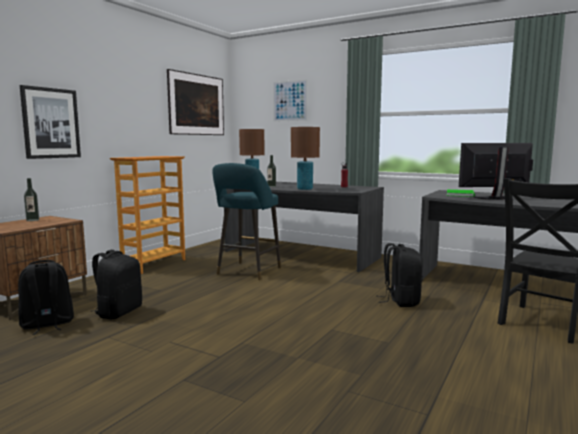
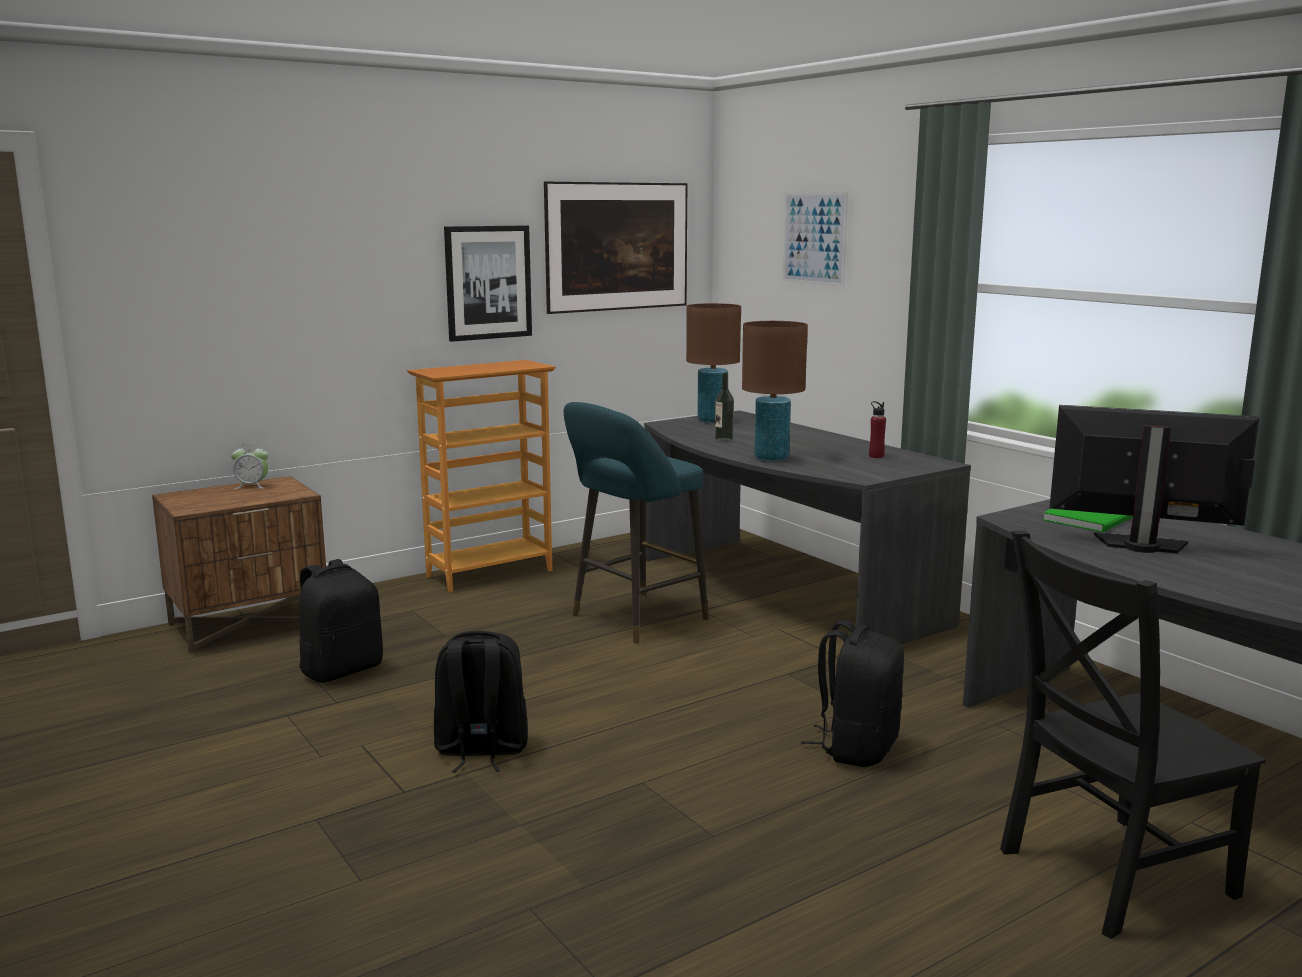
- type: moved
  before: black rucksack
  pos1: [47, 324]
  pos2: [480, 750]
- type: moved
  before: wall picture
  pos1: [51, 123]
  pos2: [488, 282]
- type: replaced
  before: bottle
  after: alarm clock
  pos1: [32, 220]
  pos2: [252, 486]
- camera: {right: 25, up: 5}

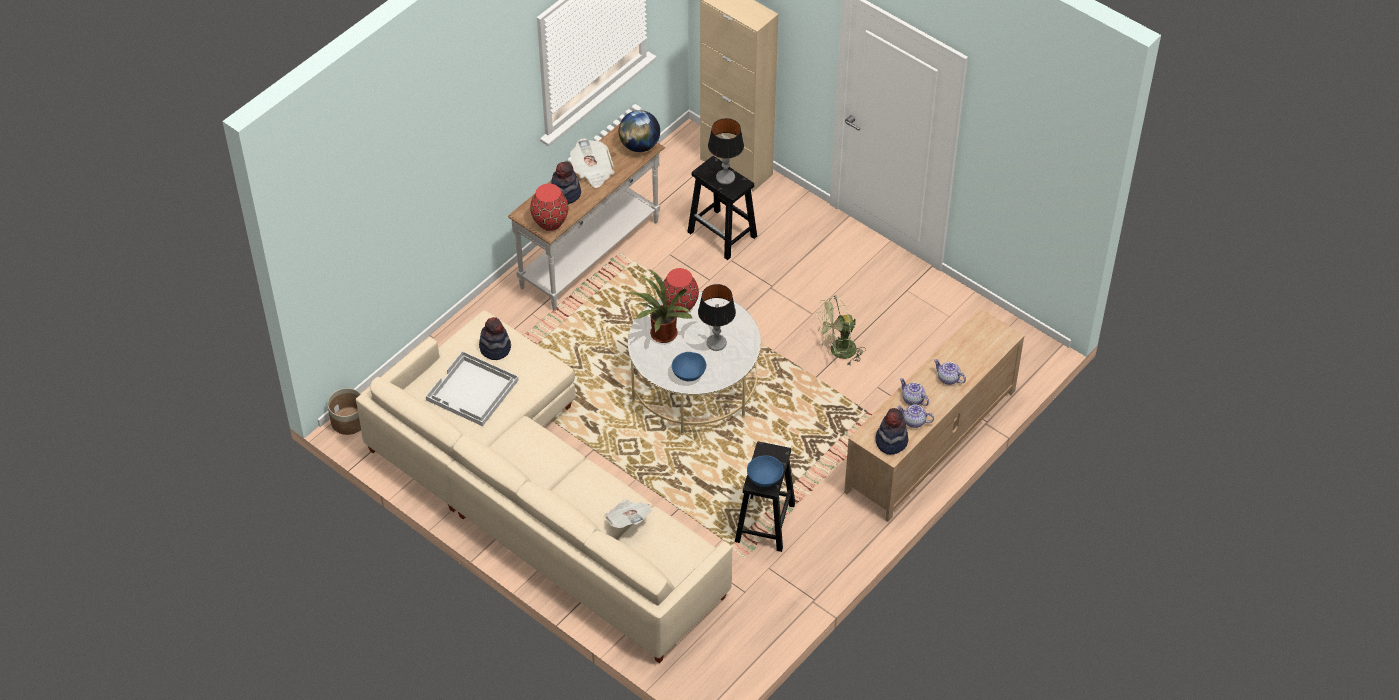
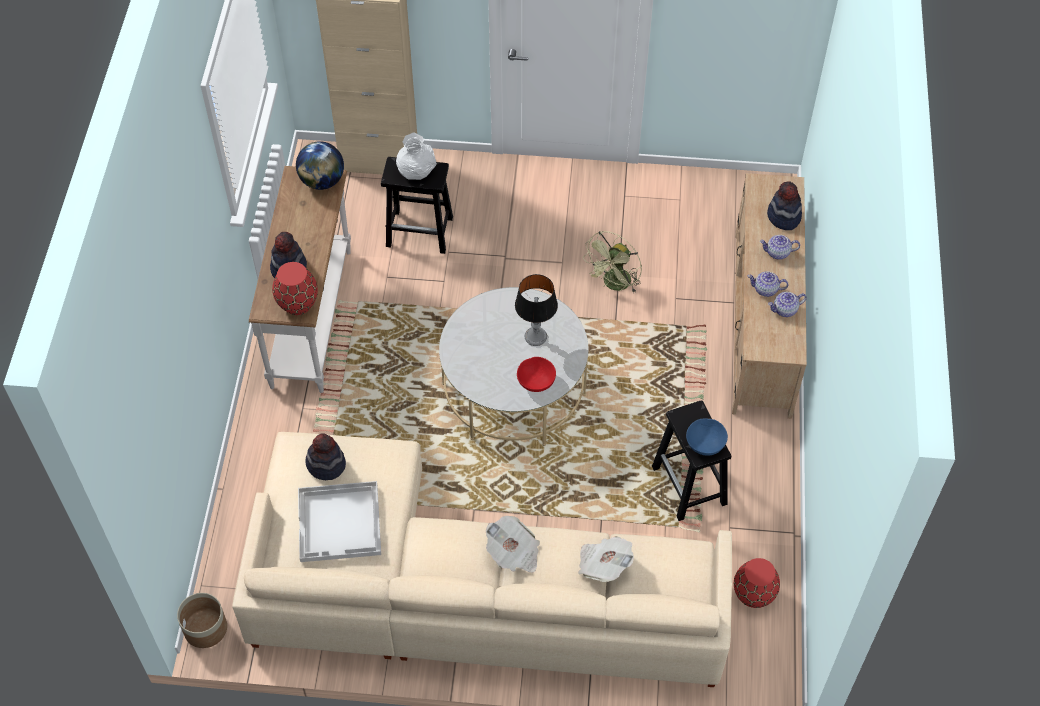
- type: removed
  before: plant in a pot
  pos1: [661, 335]
- type: moved
  before: newspaper
  pos1: [592, 171]
  pos2: [513, 553]
- type: moved
  before: red flower vase
  pos1: [680, 306]
  pos2: [754, 594]
- type: moved
  before: clothing hat
  pos1: [891, 441]
  pos2: [783, 217]
- type: replaced
  before: tabletop lamp
  after: white flower vase
  pos1: [725, 177]
  pos2: [417, 171]
- type: recoloured
  before: blue bowl
  after: red bowl
  pos1: [689, 373]
  pos2: [536, 382]
- camera: {right: -35, up: 5}

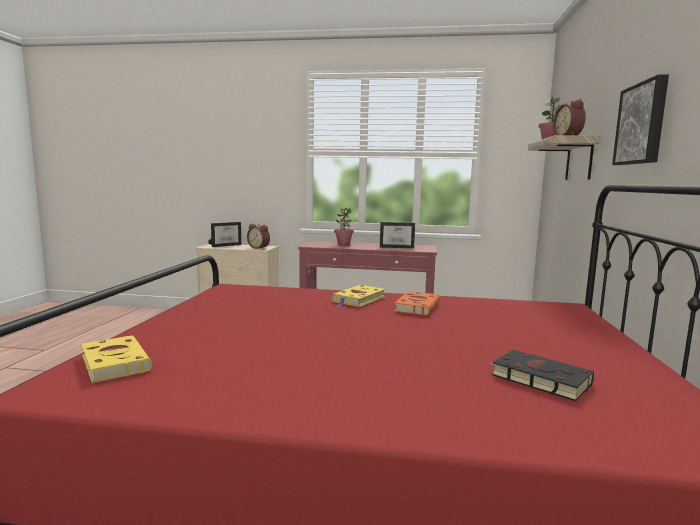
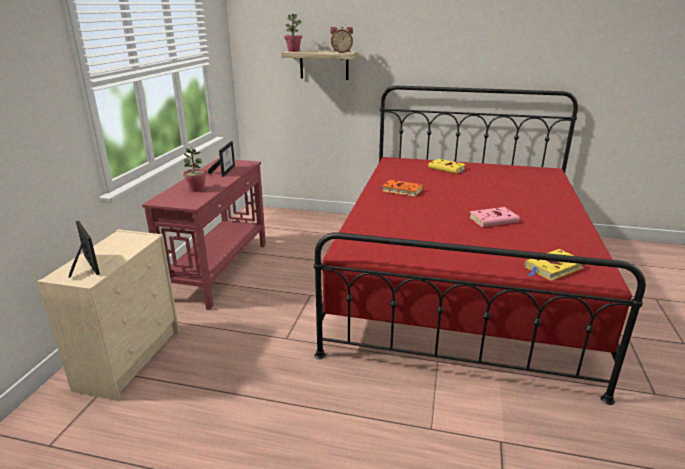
- type: removed
  before: alarm clock
  pos1: [259, 248]
- type: removed
  before: black volume
  pos1: [537, 379]
- type: removed
  before: wall picture
  pos1: [642, 124]
- type: added
  after: pink volume
  pos2: [494, 220]
- type: moved
  before: yellow-coloured volume
  pos1: [358, 300]
  pos2: [447, 169]
- camera: {right: -85, up: 15}

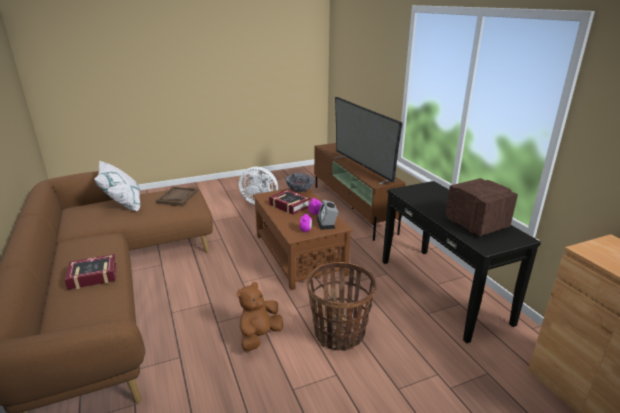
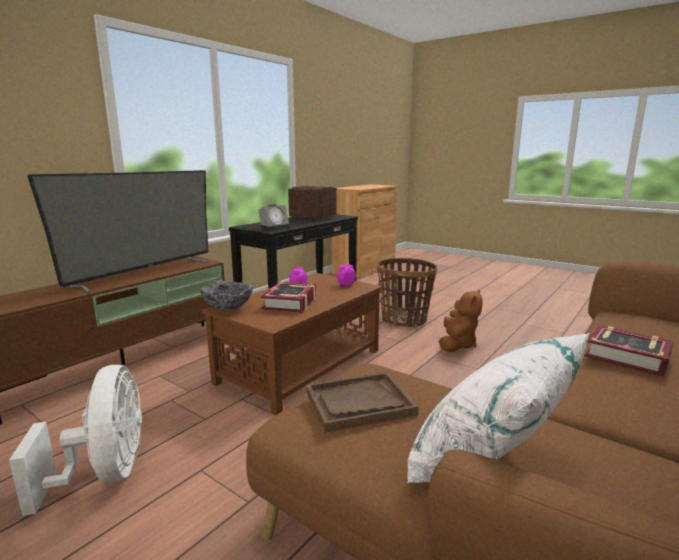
- type: moved
  before: alarm clock
  pos1: [327, 224]
  pos2: [275, 228]
- type: turned
  before: brown-coloured cuddly toy
  pos1: [259, 336]
  pos2: [457, 345]
  turn: -75
- camera: {right: -120, up: -10}

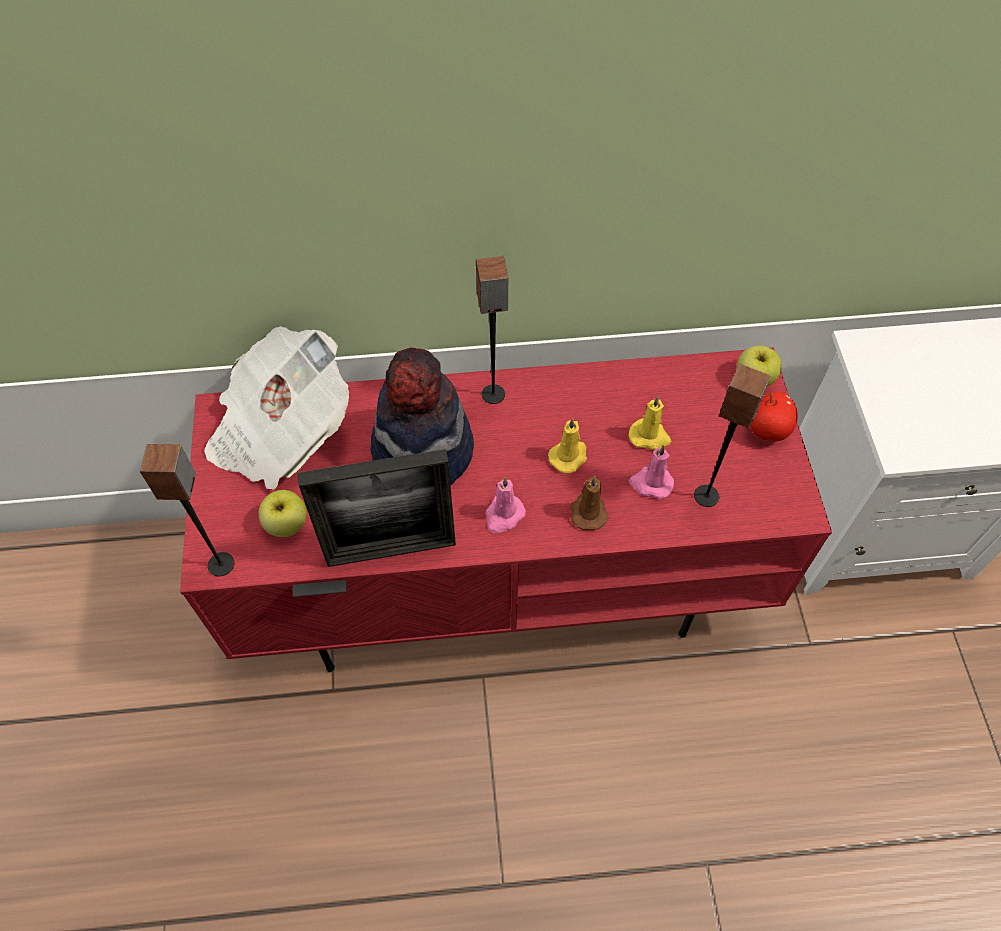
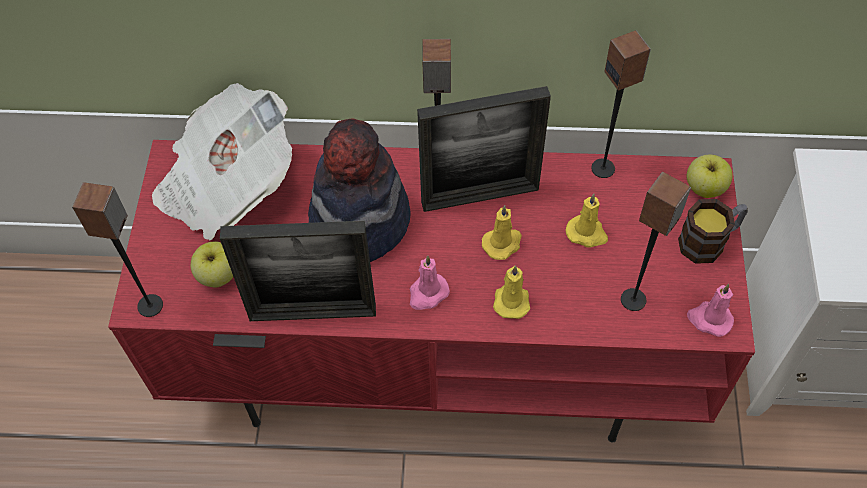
- type: added
  after: standing frame
  pos2: [480, 196]
- type: added
  after: audio speaker
  pos2: [603, 168]
- type: moved
  before: pink wax light
  pos1: [650, 483]
  pos2: [709, 319]
- type: replaced
  before: apple fruit
  after: mug
  pos1: [768, 430]
  pos2: [709, 241]
- type: recoloured
  before: brown-coloured wax light
  after: yellow-coloured wax light
  pos1: [588, 511]
  pos2: [511, 300]
- camera: {right: 10, up: 0}

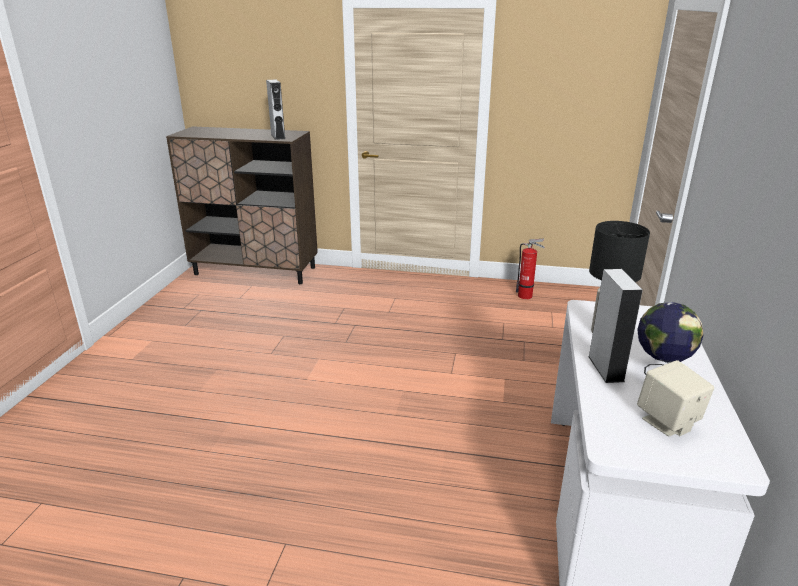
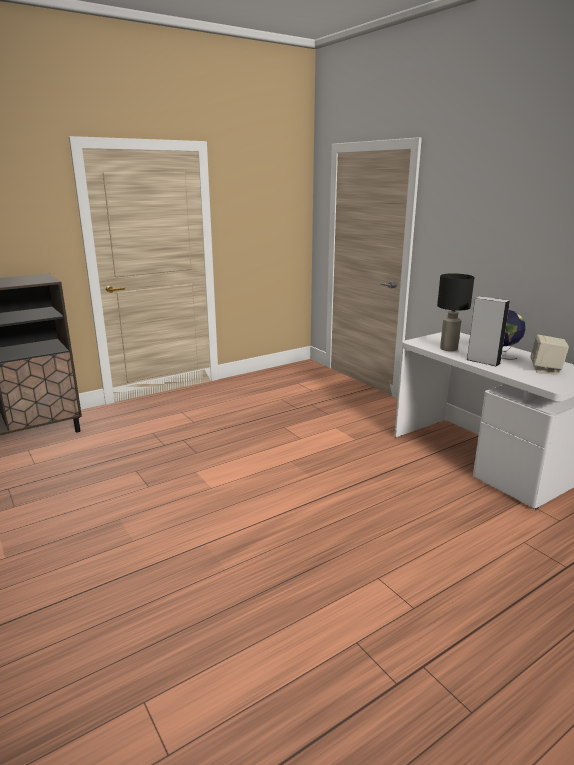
- type: removed
  before: gray audio speaker
  pos1: [278, 136]
- type: removed
  before: fire extinguisher
  pos1: [527, 296]
- camera: {right: -45, up: -5}

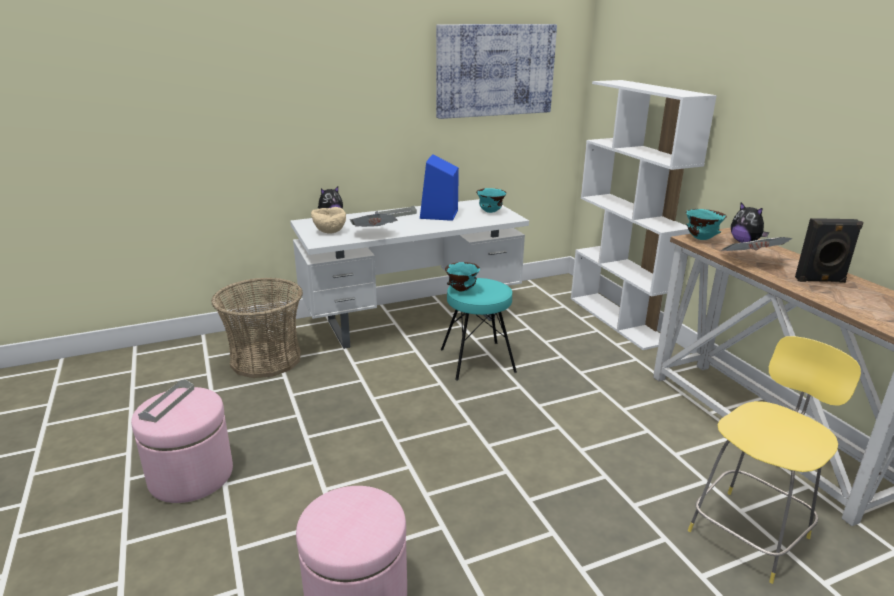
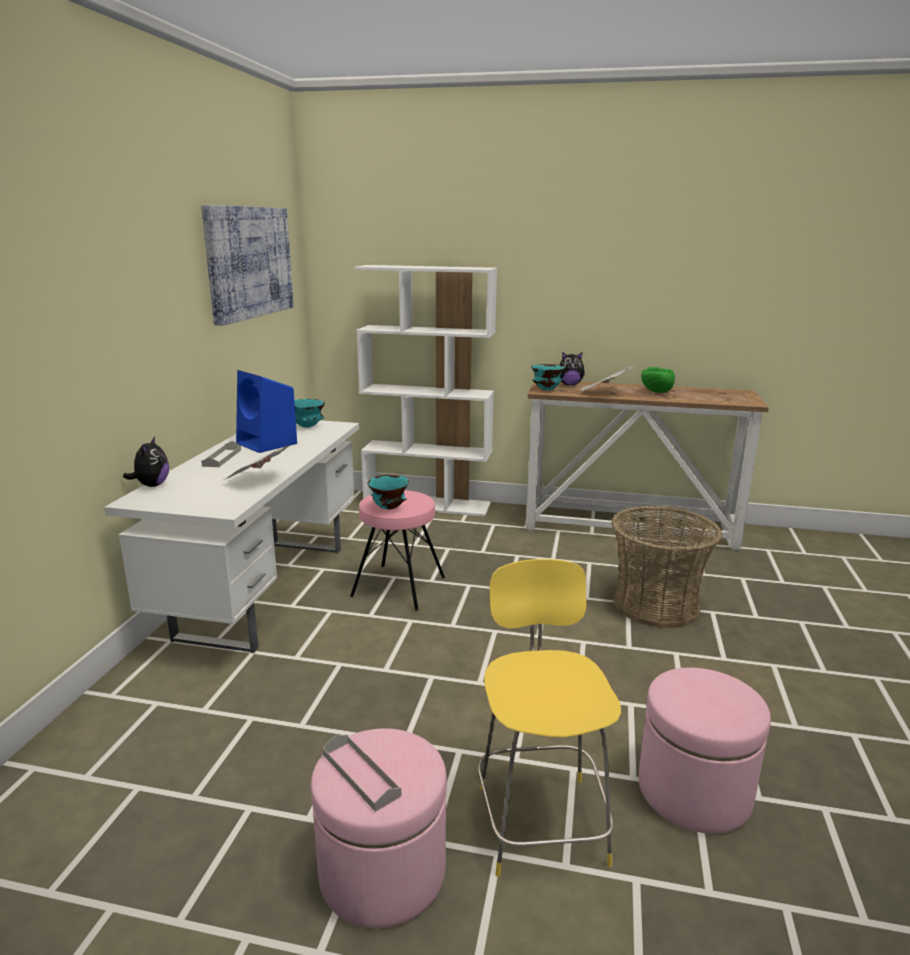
- type: removed
  before: beige-coloured bowl
  pos1: [329, 232]
- type: moved
  before: storage basket
  pos1: [266, 359]
  pos2: [656, 605]
- type: moved
  before: yellow-coloured stool
  pos1: [750, 532]
  pos2: [540, 819]
- type: replaced
  before: black audio speaker
  after: greenish bowl
  pos1: [820, 280]
  pos2: [656, 392]
- type: recoloured
  before: turquoise-coloured stool
  after: pink stool
  pos1: [477, 360]
  pos2: [398, 586]
- camera: {right: -55, up: -5}

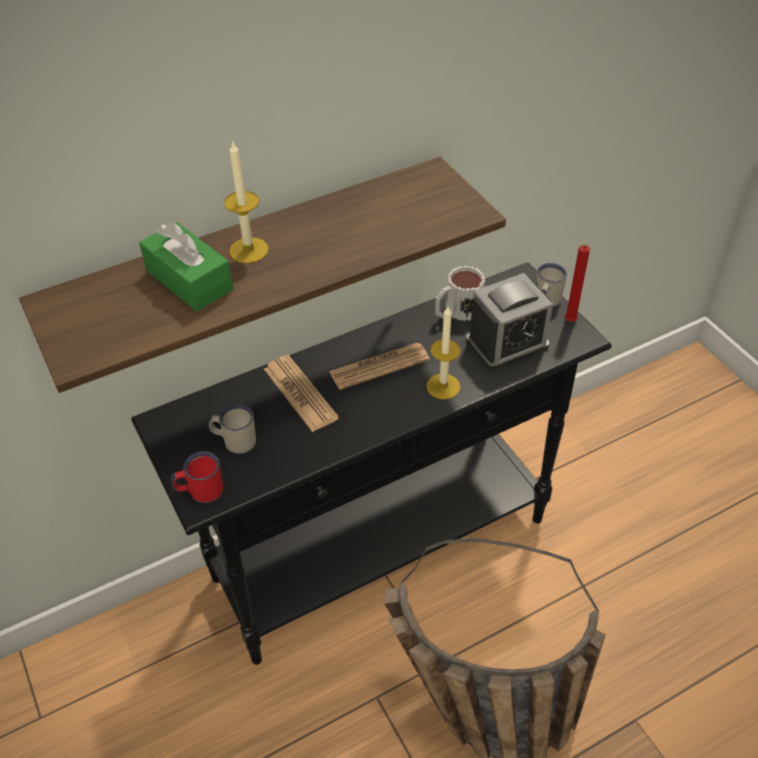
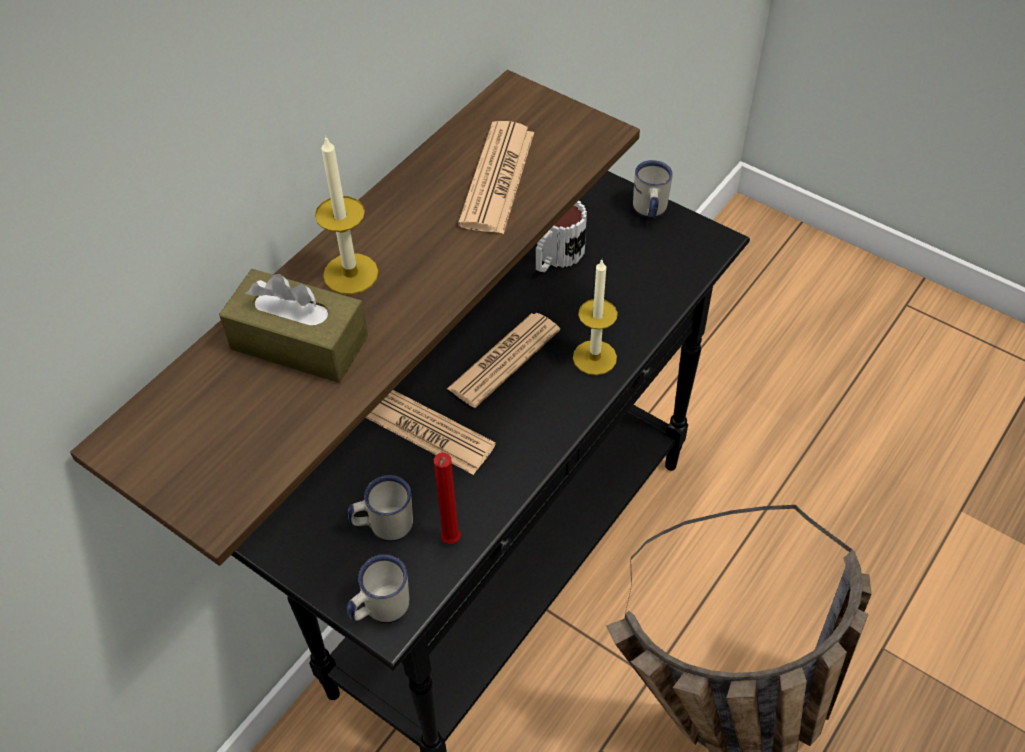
- type: removed
  before: alarm clock
  pos1: [507, 343]
- type: added
  after: newspaper
  pos2: [497, 178]
- type: moved
  before: red wax light
  pos1: [569, 322]
  pos2: [450, 542]
- type: recoloured
  before: greenish tissue box
  after: brown-coloured tissue box
  pos1: [189, 280]
  pos2: [299, 342]
- type: recoloured
  before: red mug
  after: white mug
  pos1: [200, 492]
  pos2: [380, 608]
- camera: {right: -25, up: 5}

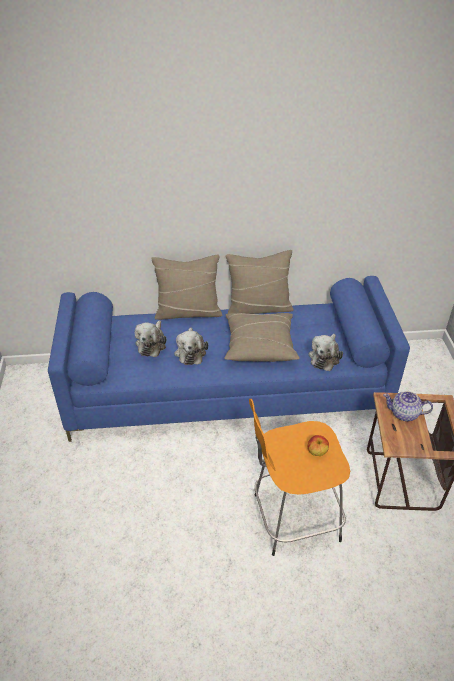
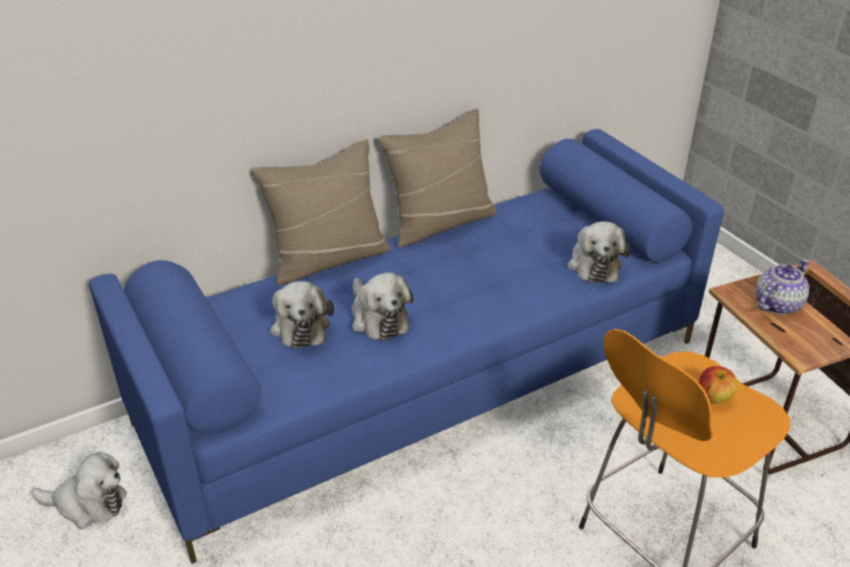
- type: removed
  before: beige-coloured cushion
  pos1: [260, 345]
- type: added
  after: cuddly toy
  pos2: [88, 504]
- type: turned
  before: teapot
  pos1: [404, 414]
  pos2: [776, 304]
  turn: 150
- camera: {right: -25, up: -5}

